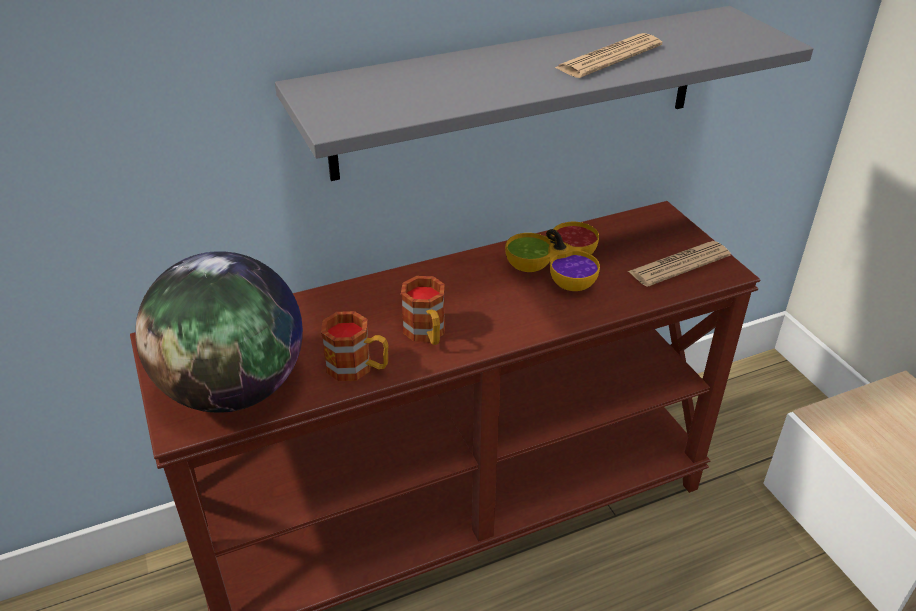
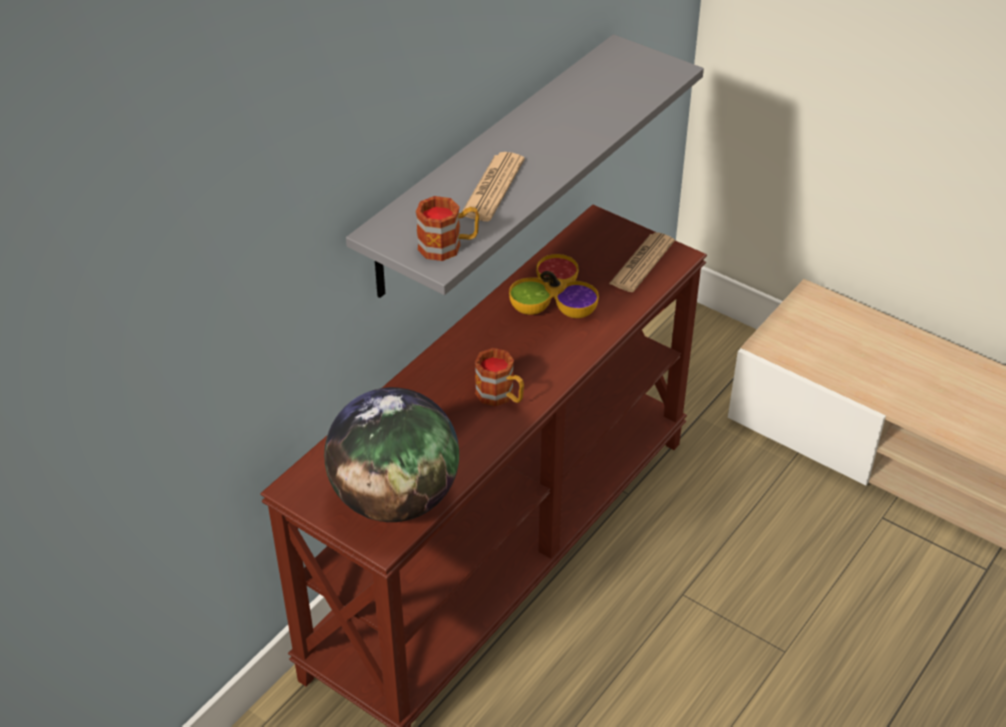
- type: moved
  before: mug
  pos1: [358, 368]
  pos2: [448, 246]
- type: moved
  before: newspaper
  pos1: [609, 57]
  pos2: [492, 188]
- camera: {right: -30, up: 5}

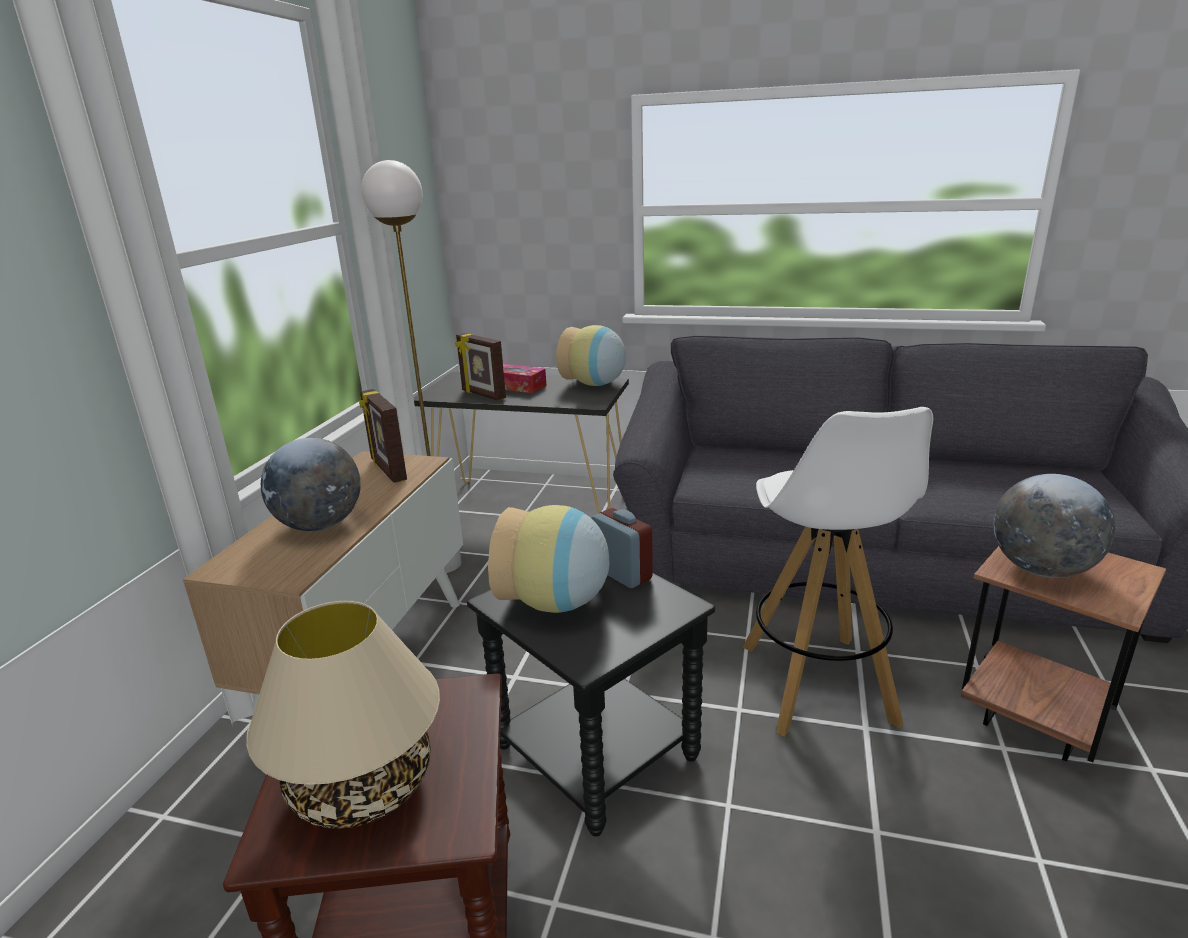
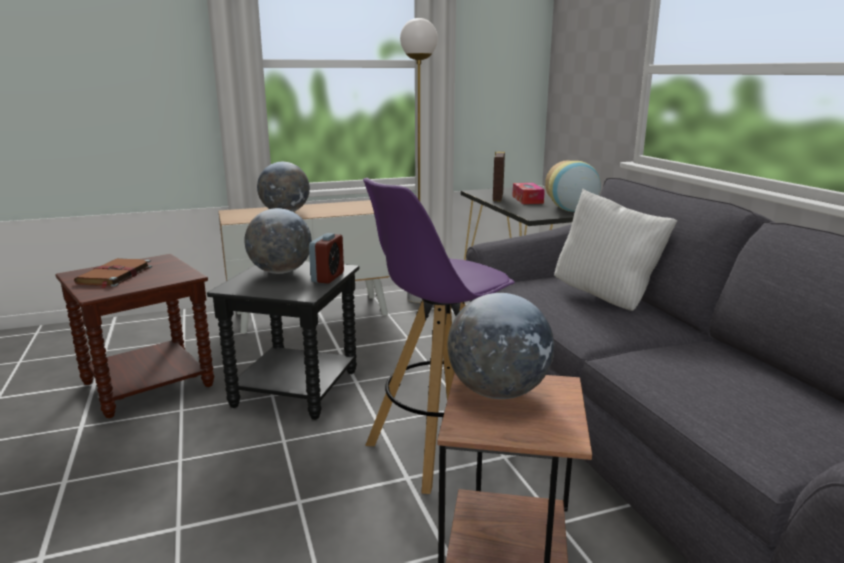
- type: removed
  before: standing frame
  pos1: [387, 470]
- type: added
  after: white cushion
  pos2: [606, 297]
- type: replaced
  before: beige-coloured tabletop lamp
  after: brown-coloured volume
  pos1: [363, 785]
  pos2: [114, 275]
- type: replaced
  before: flower vase
  after: desk globe
  pos1: [556, 603]
  pos2: [280, 272]
- type: recoloured
  before: white stool
  after: purplish stool
  pos1: [817, 684]
  pos2: [438, 447]
- camera: {right: 55, up: -5}

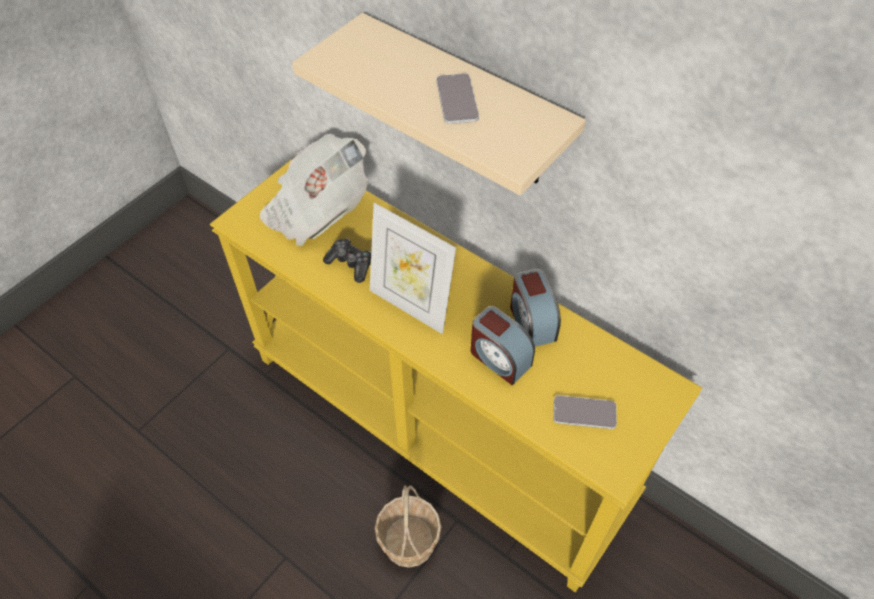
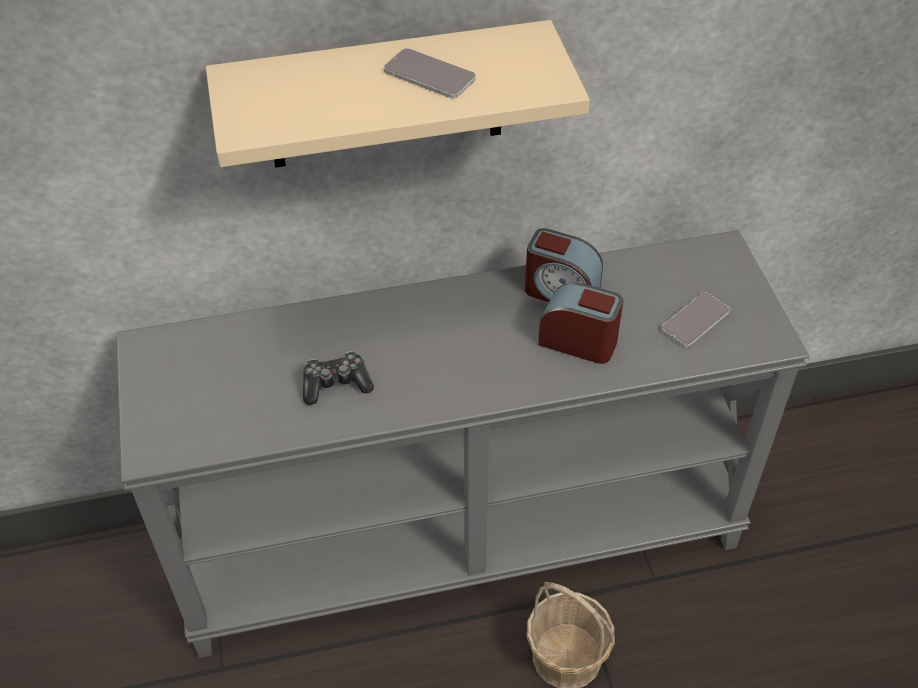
- type: removed
  before: newspaper
  pos1: [316, 210]
- type: removed
  before: standing frame
  pos1: [411, 305]
- type: recoloured
  before: yellow-coloured hall table
  after: gray hall table
  pos1: [439, 426]
  pos2: [461, 535]
- type: turned
  before: alarm clock
  pos1: [499, 358]
  pos2: [578, 341]
  turn: -150
- camera: {right: -50, up: -5}

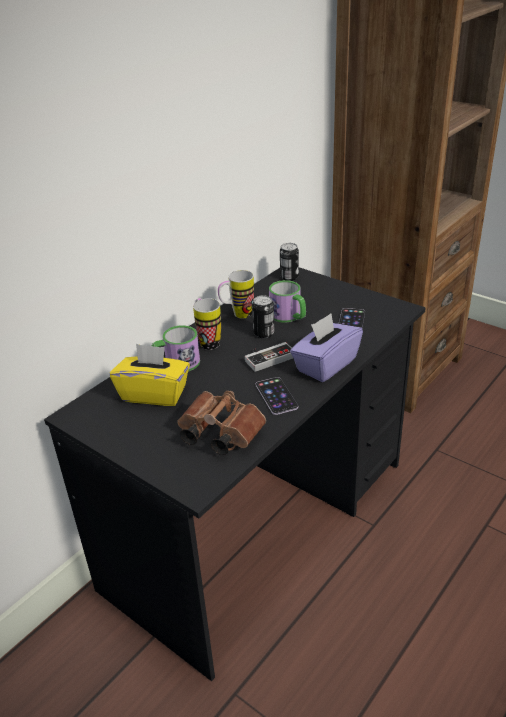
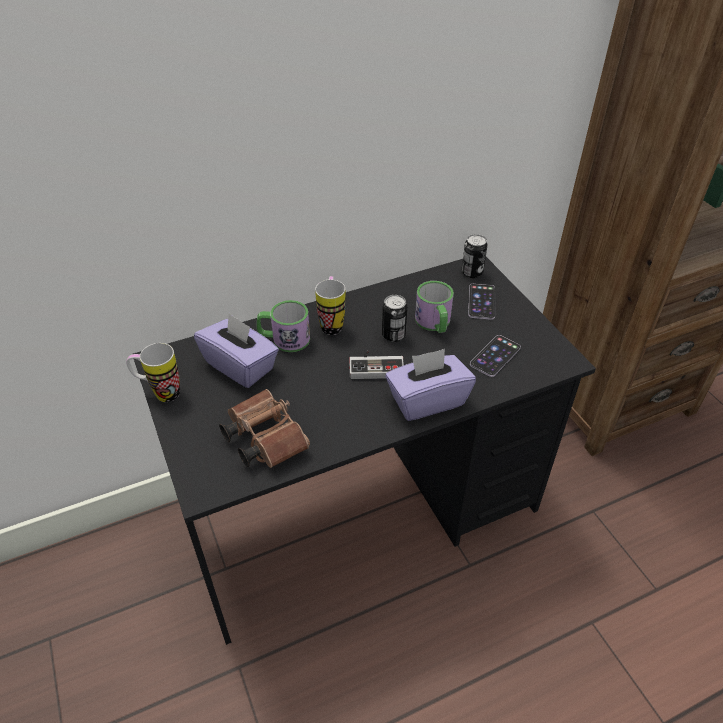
- type: moved
  before: mug
  pos1: [237, 315]
  pos2: [160, 393]
- type: moved
  before: telephone
  pos1: [276, 396]
  pos2: [481, 301]
- type: recoloured
  before: yellow-coloured tissue box
  after: purplish tissue box
  pos1: [154, 394]
  pos2: [240, 366]
- camera: {right: 25, up: 10}

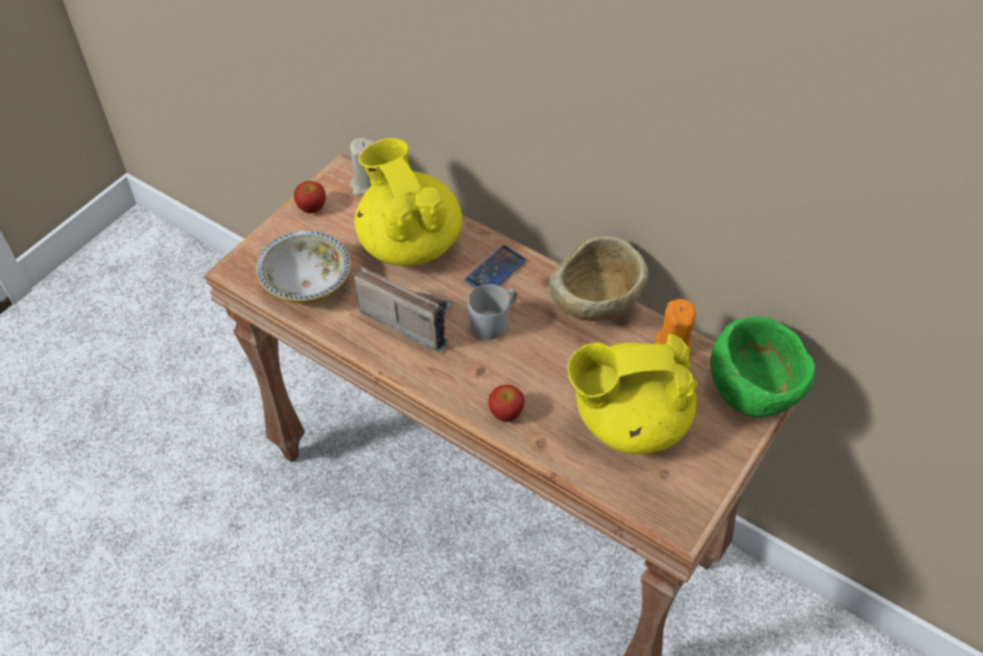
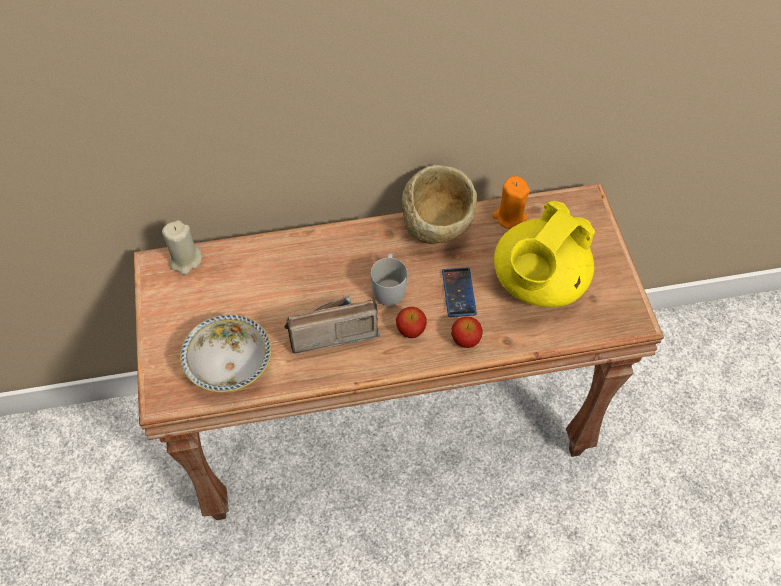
- type: removed
  before: yellow-coloured teapot
  pos1: [409, 242]
- type: removed
  before: greenish bowl
  pos1: [753, 392]
- type: moved
  before: apple fruit
  pos1: [312, 208]
  pos2: [410, 330]
- type: moved
  before: telephone
  pos1: [495, 270]
  pos2: [458, 292]
- camera: {right: -45, up: 5}

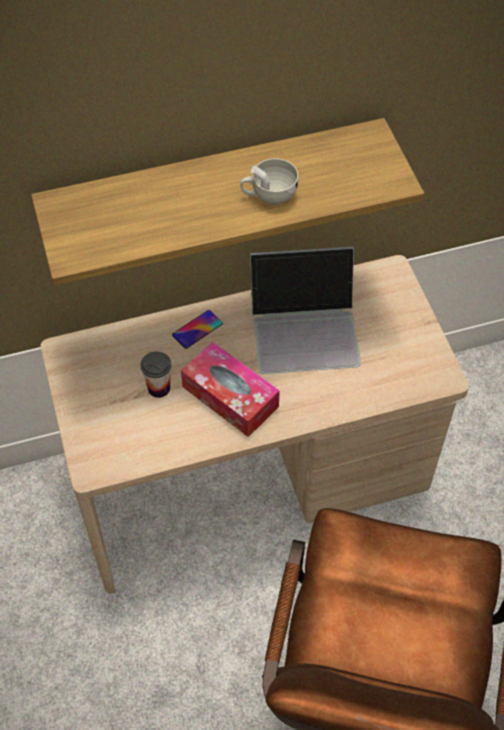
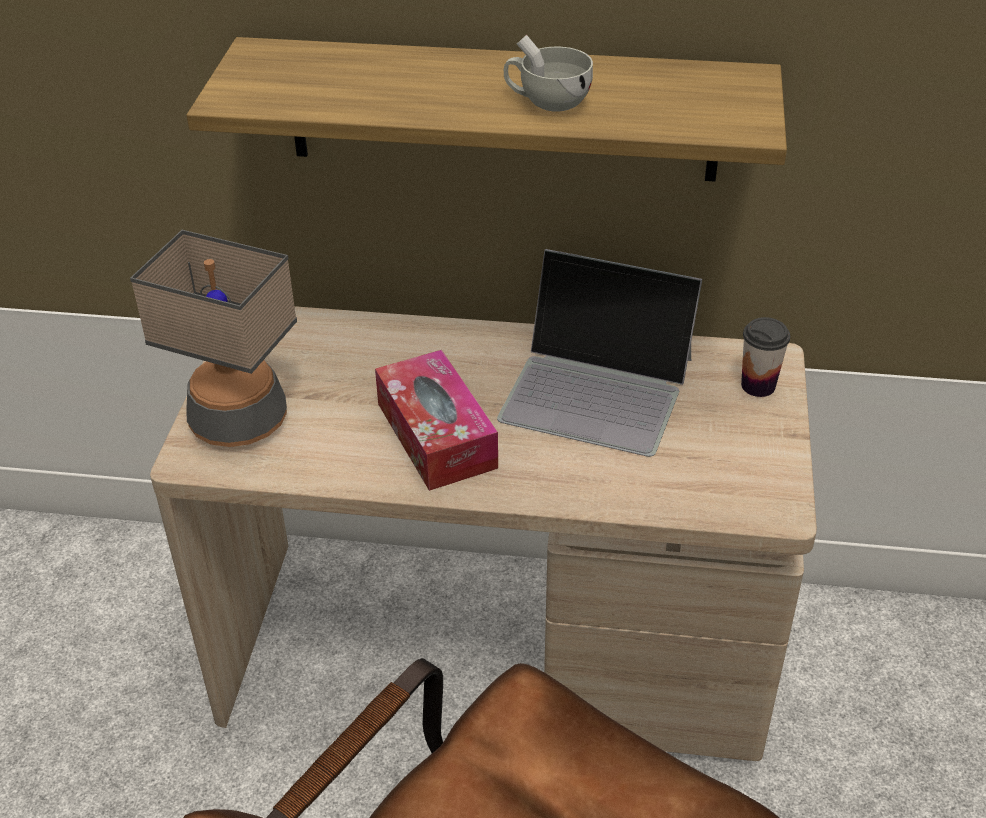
- type: removed
  before: telephone
  pos1: [197, 329]
- type: added
  after: tabletop lamp
  pos2: [238, 420]
- type: moved
  before: cup
  pos1: [159, 388]
  pos2: [758, 385]
- camera: {right: 25, up: -15}

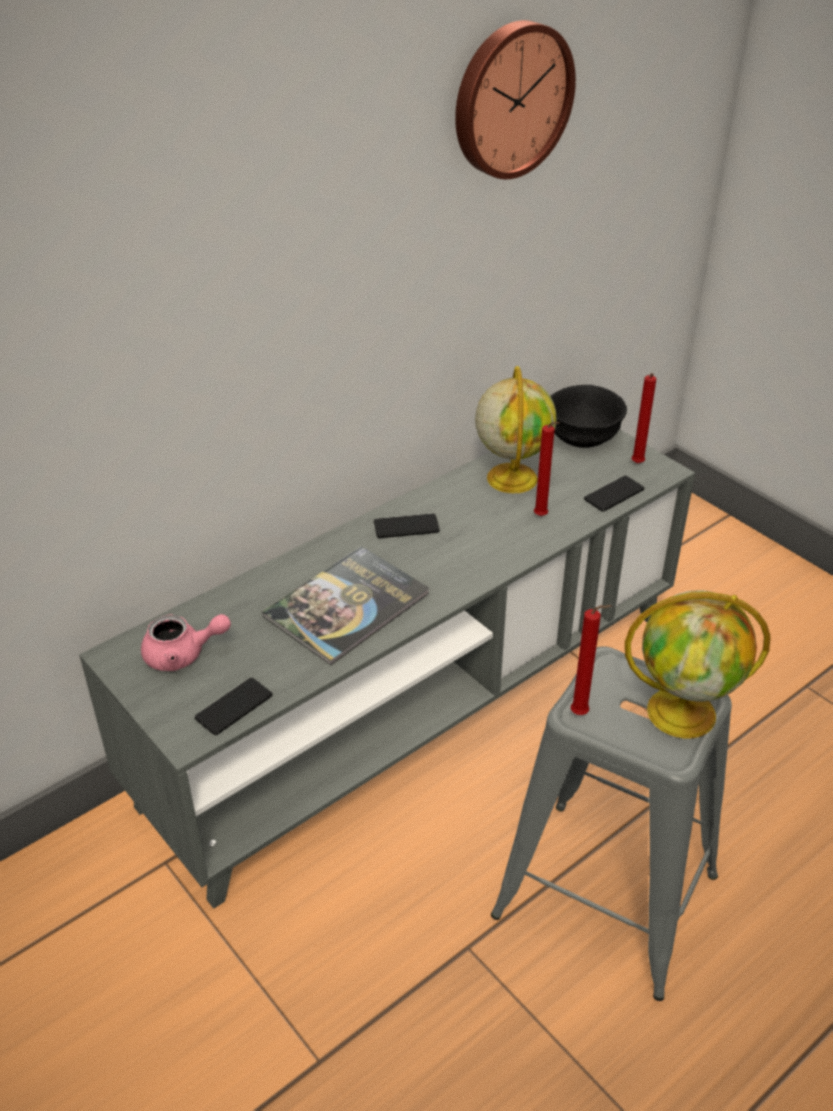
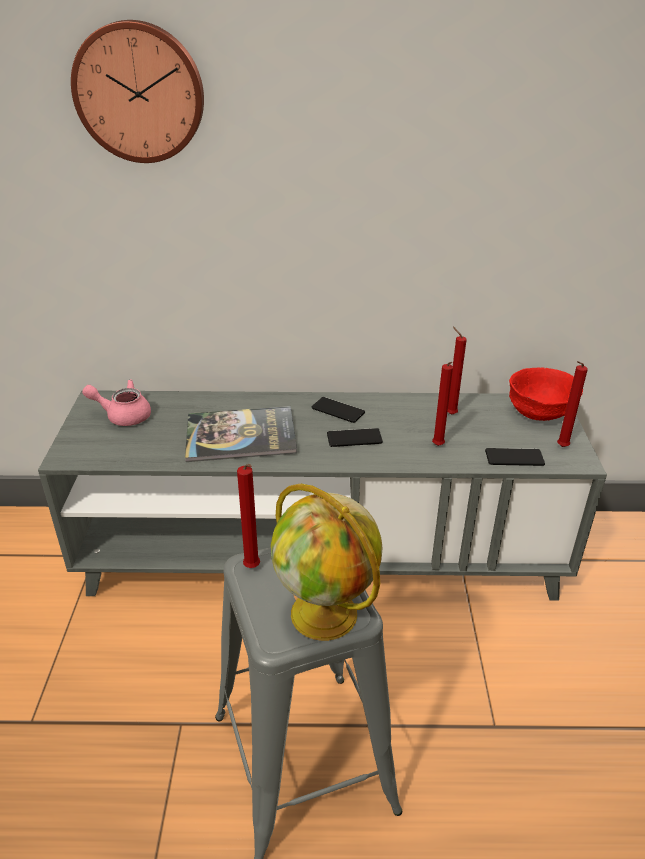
- type: moved
  before: telephone
  pos1: [234, 707]
  pos2: [354, 438]
- type: moved
  before: clock on the wall
  pos1: [510, 99]
  pos2: [140, 93]
- type: replaced
  before: desk globe
  after: red wax light
  pos1: [511, 477]
  pos2: [449, 414]
- type: recoloured
  before: black bowl
  after: red bowl
  pos1: [583, 438]
  pos2: [539, 413]
- type: turned
  before: pink teapot
  pos1: [183, 655]
  pos2: [123, 415]
  turn: 150
- camera: {right: 40, up: -5}

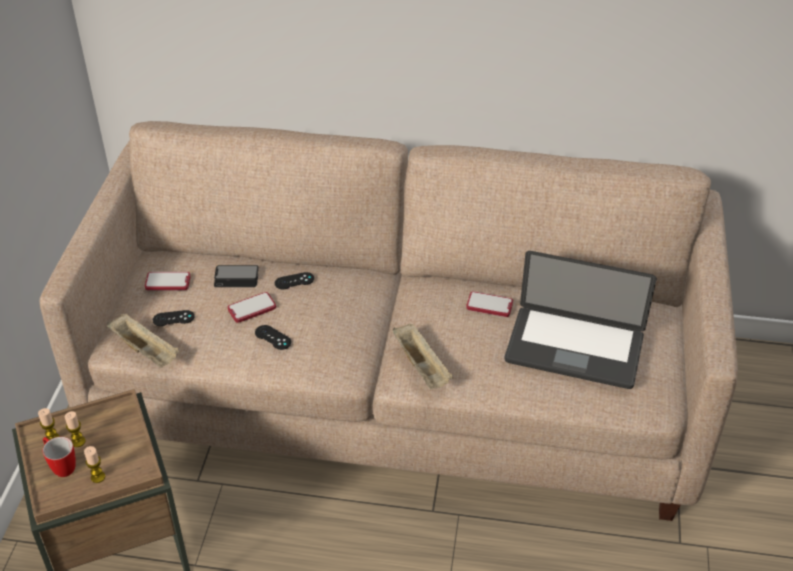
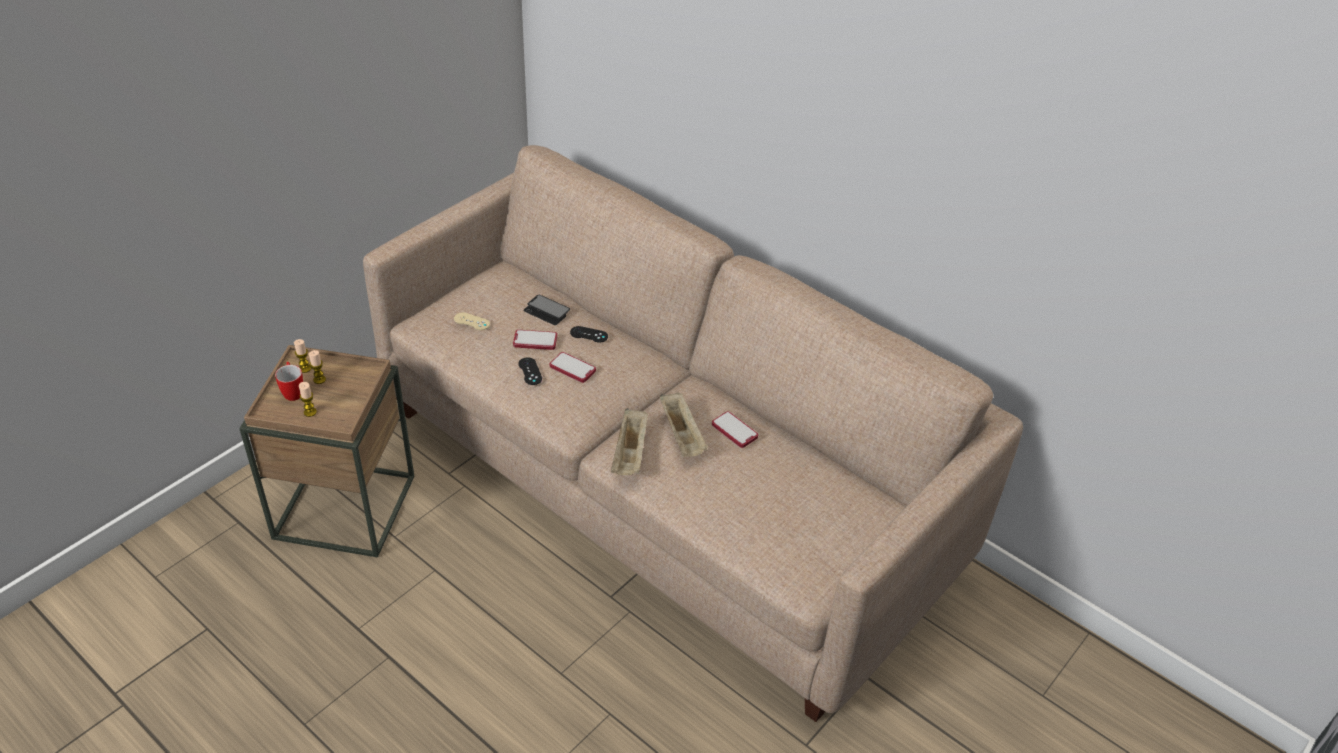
- type: removed
  before: laptop
  pos1: [574, 349]
- type: moved
  before: beige-coloured carrying tray
  pos1: [146, 351]
  pos2: [682, 435]
- type: moved
  before: telephone
  pos1: [168, 282]
  pos2: [572, 368]
- type: recoloured
  before: black gamepad
  after: beige-coloured gamepad
  pos1: [173, 318]
  pos2: [472, 321]
- camera: {right: 30, up: 0}

